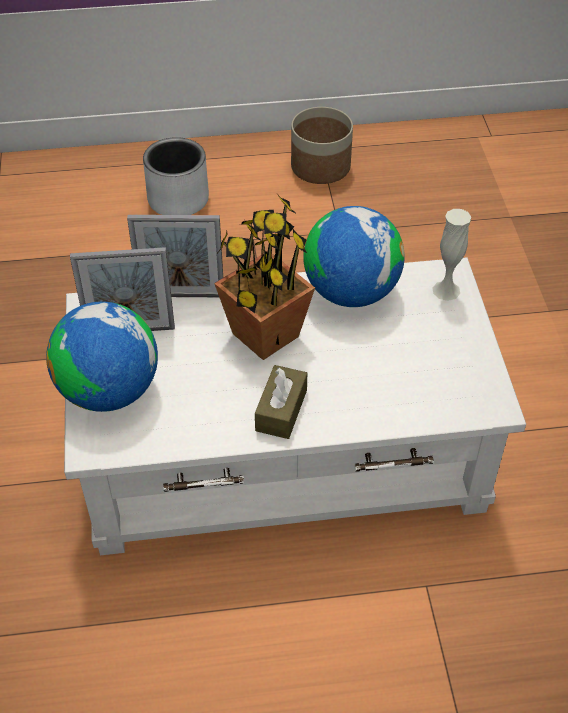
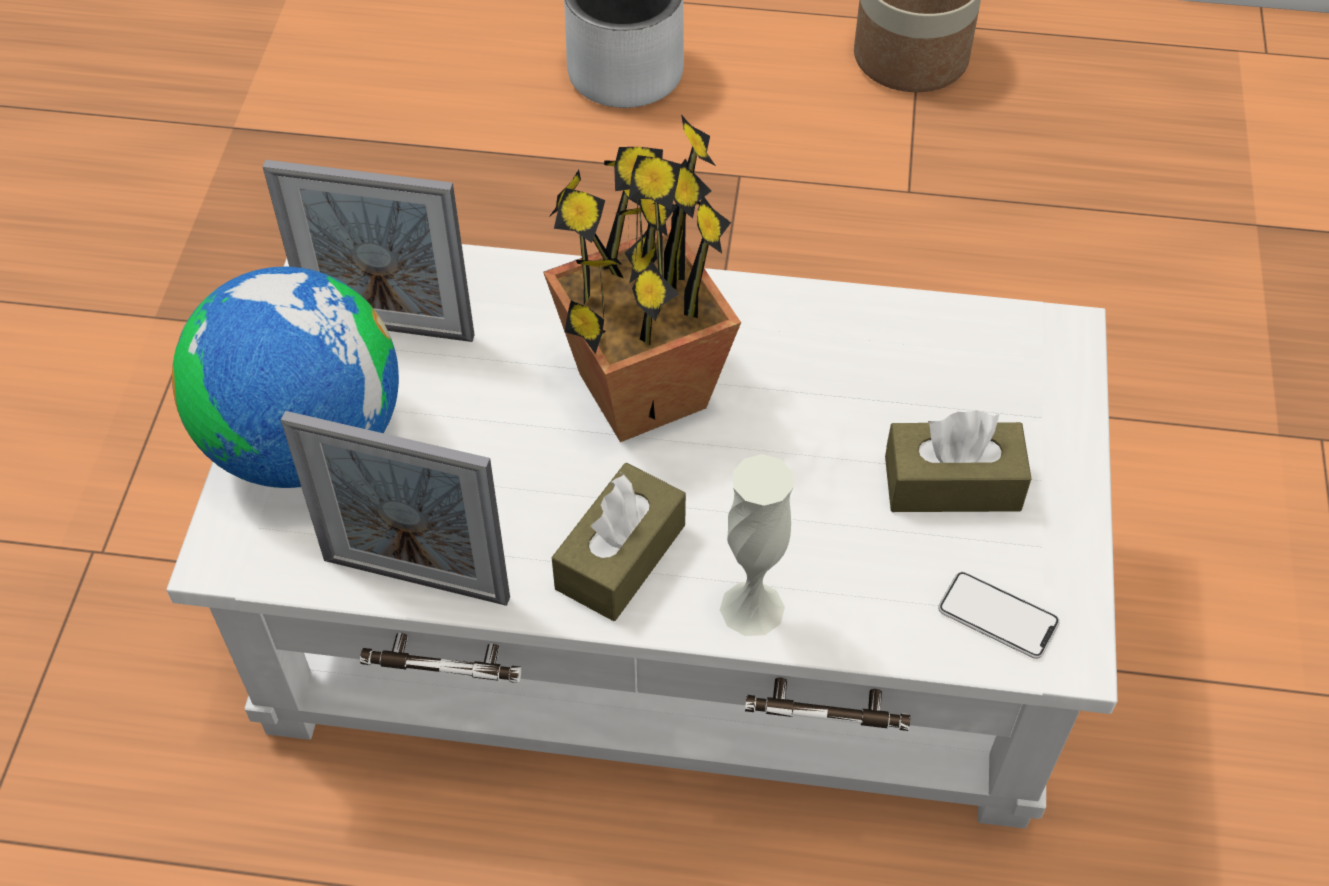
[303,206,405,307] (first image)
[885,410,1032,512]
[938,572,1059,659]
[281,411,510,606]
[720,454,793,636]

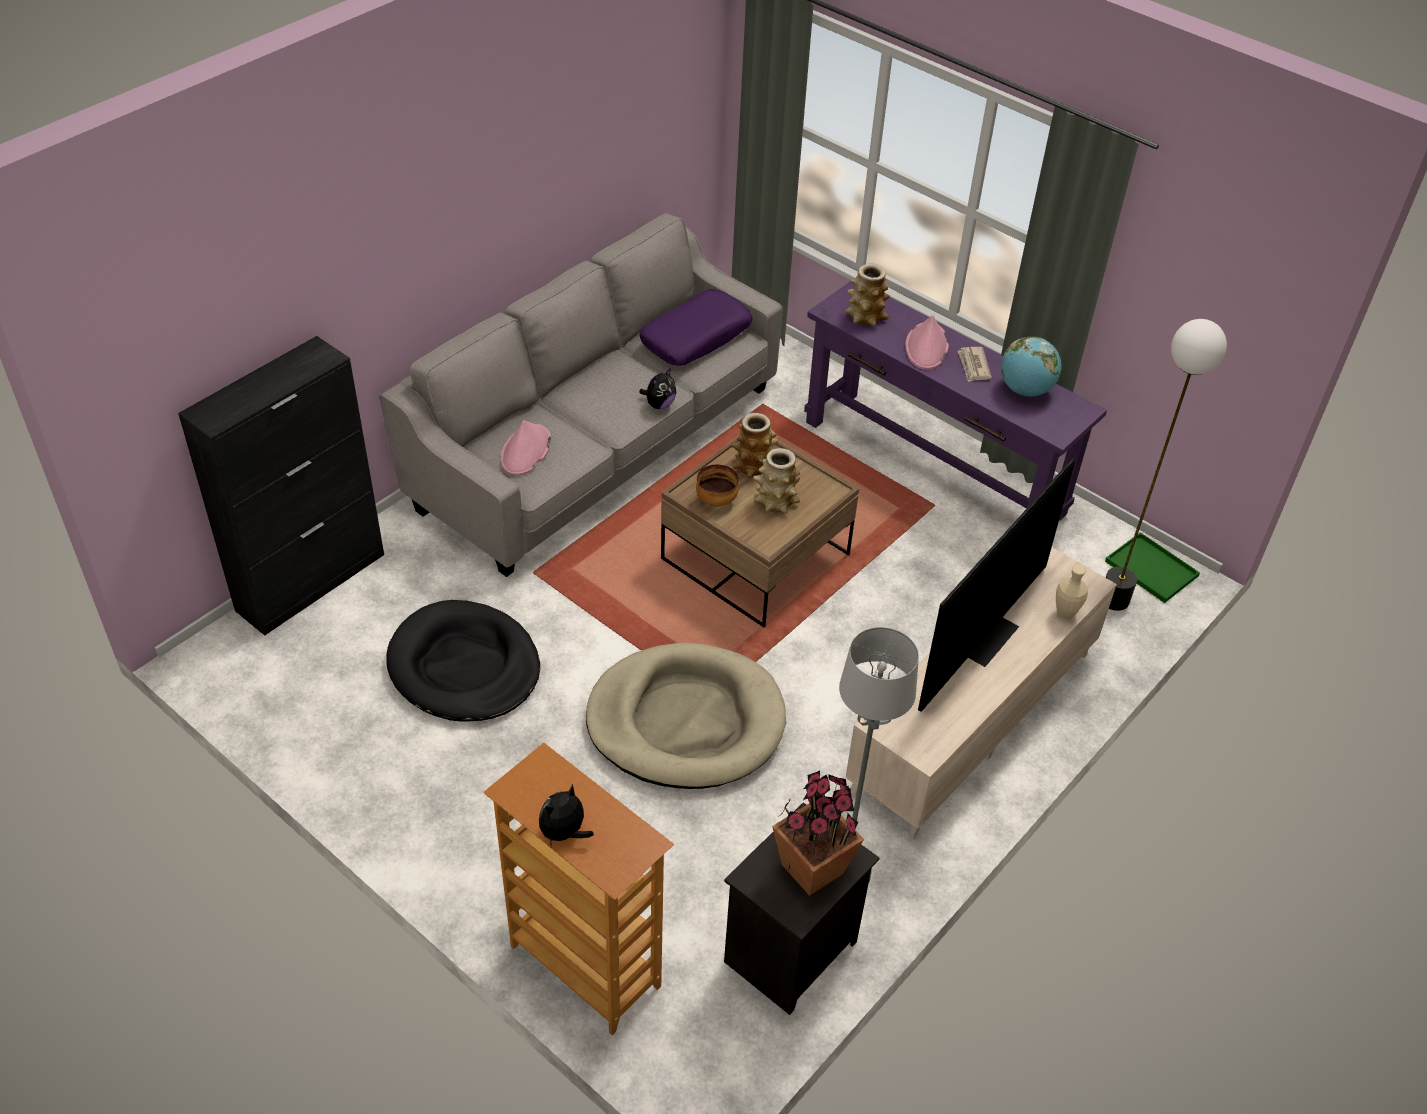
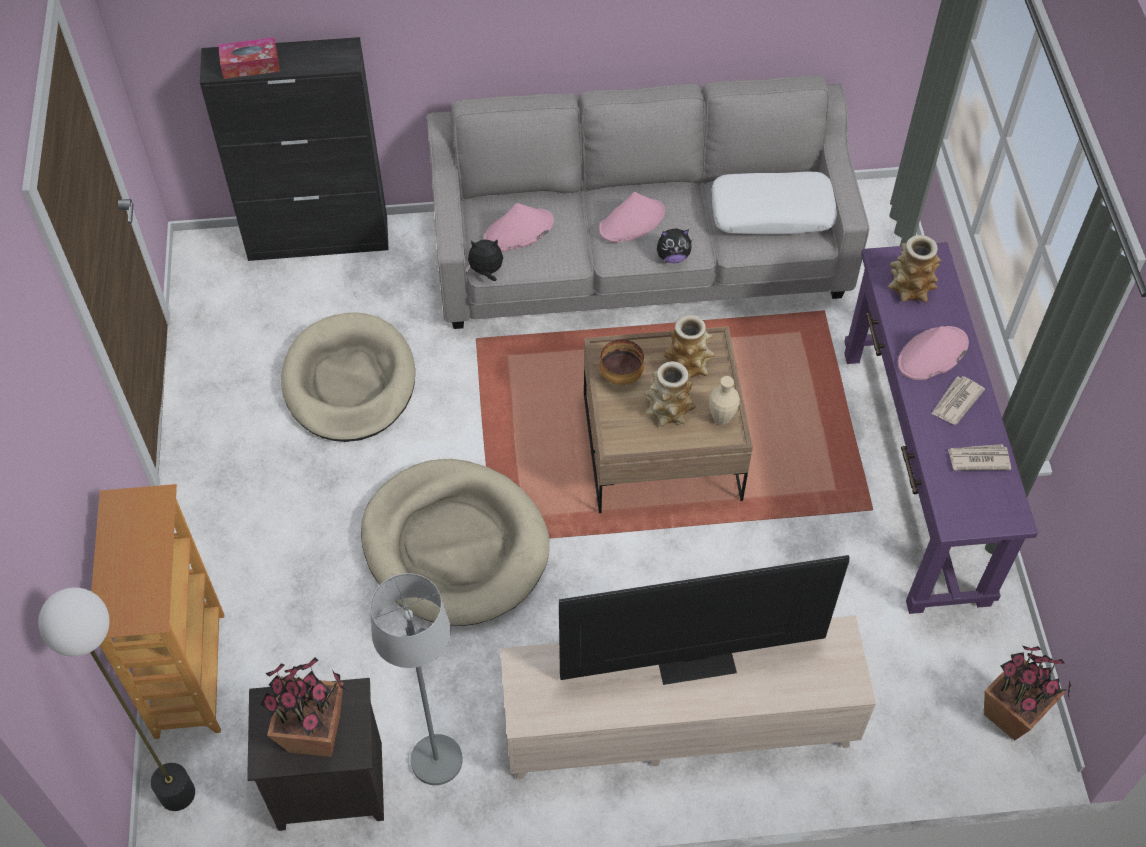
[218,37,280,79]
[599,192,665,243]
[465,239,503,281]
[709,376,740,425]
[38,587,195,811]
[947,444,1011,471]
[984,646,1071,741]
[281,312,415,442]
[711,172,837,235]

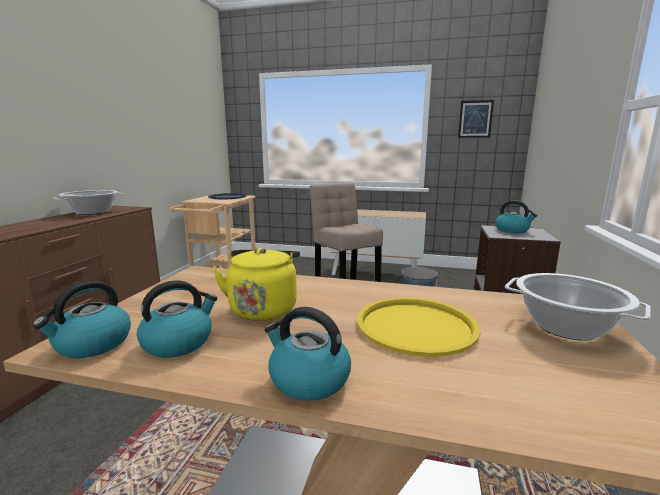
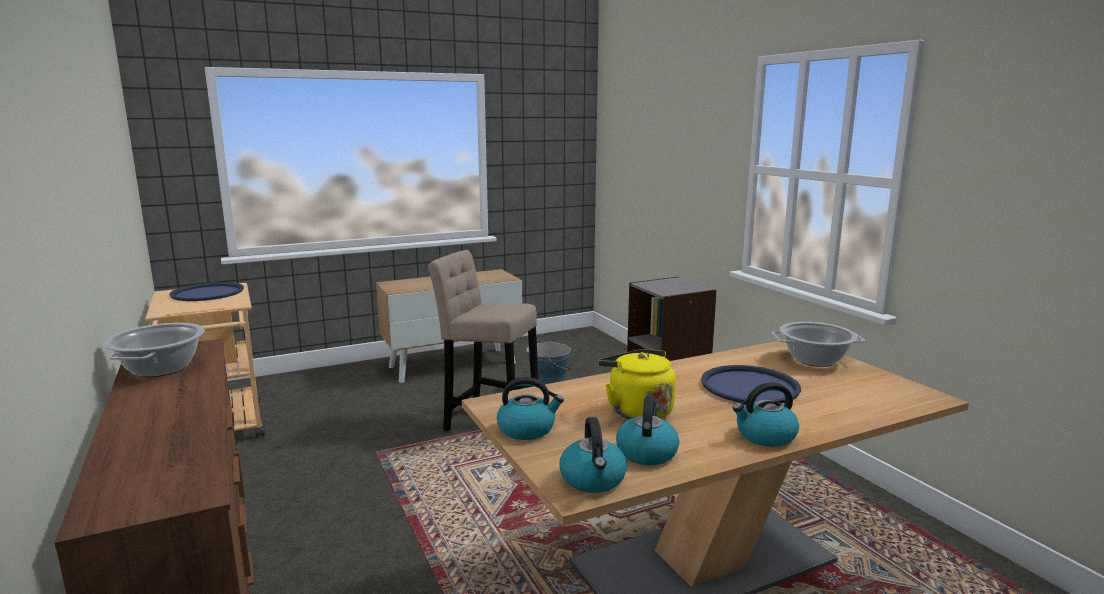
[458,100,494,138] (first image)
[497,377,564,440]
[701,365,801,404]

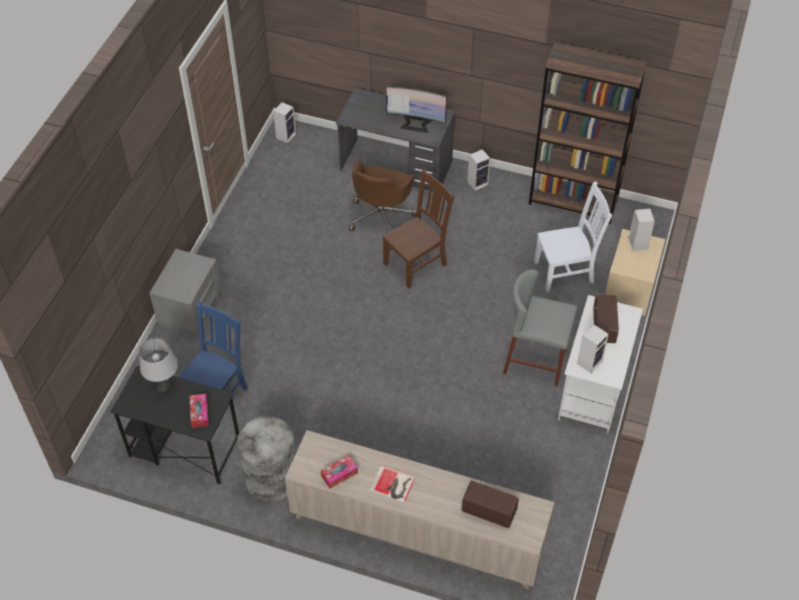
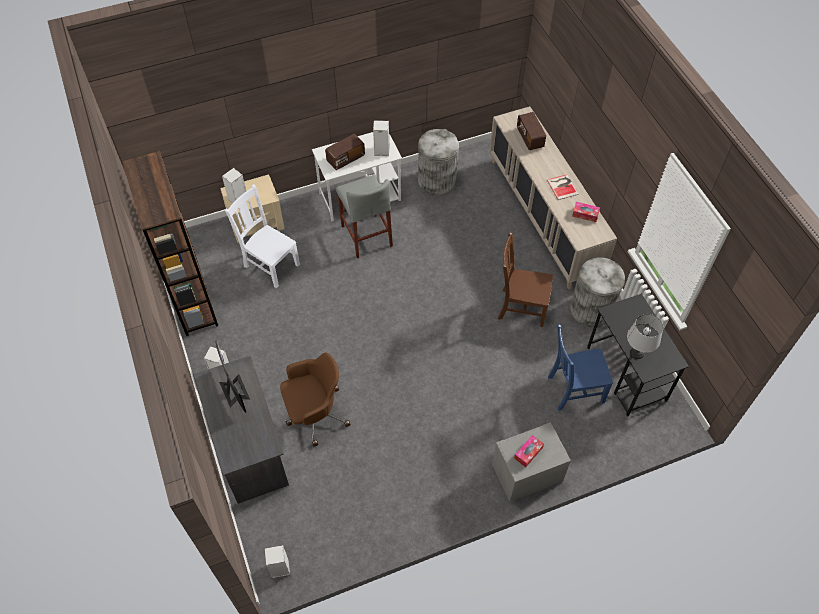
[418,129,459,196]
[514,435,544,467]
[498,232,553,327]

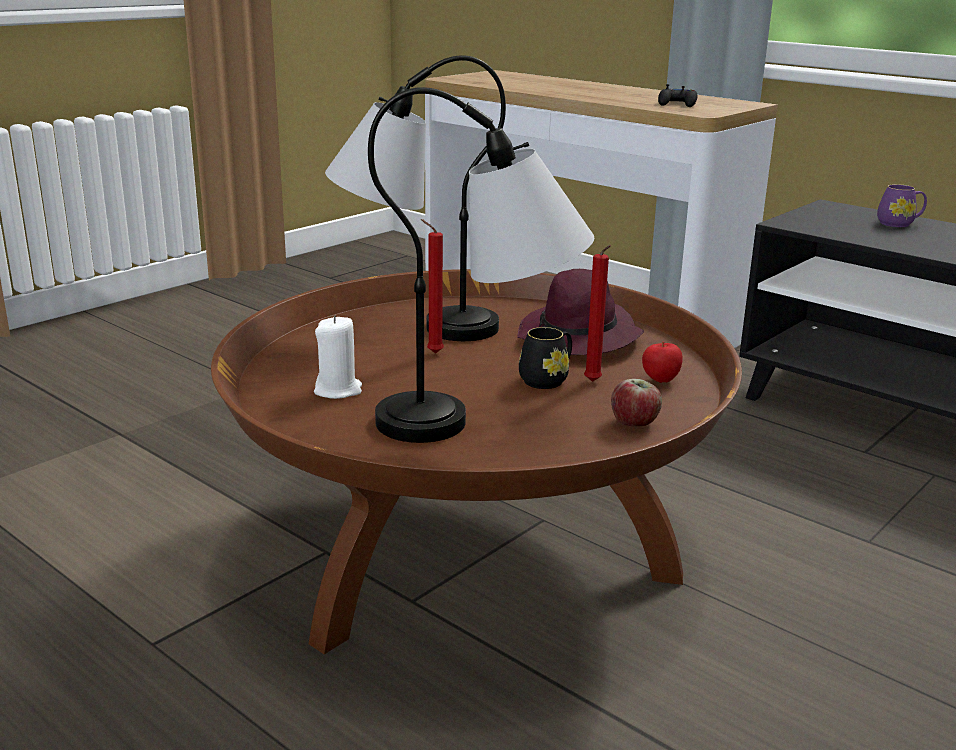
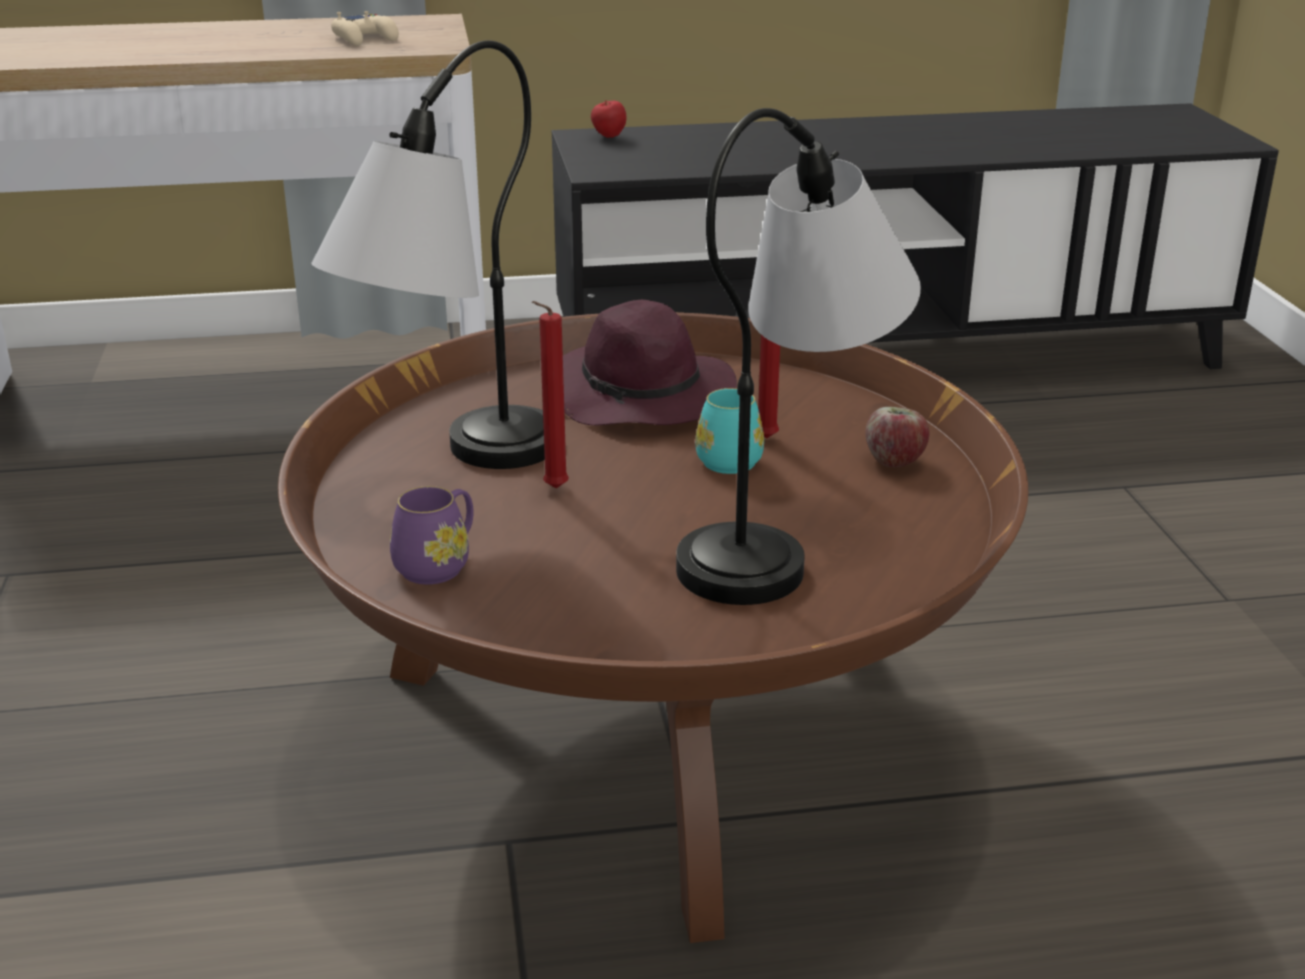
[314,315,362,399] (first image)
[591,100,626,138]
[390,486,473,585]
[695,388,764,474]
[331,11,399,46]

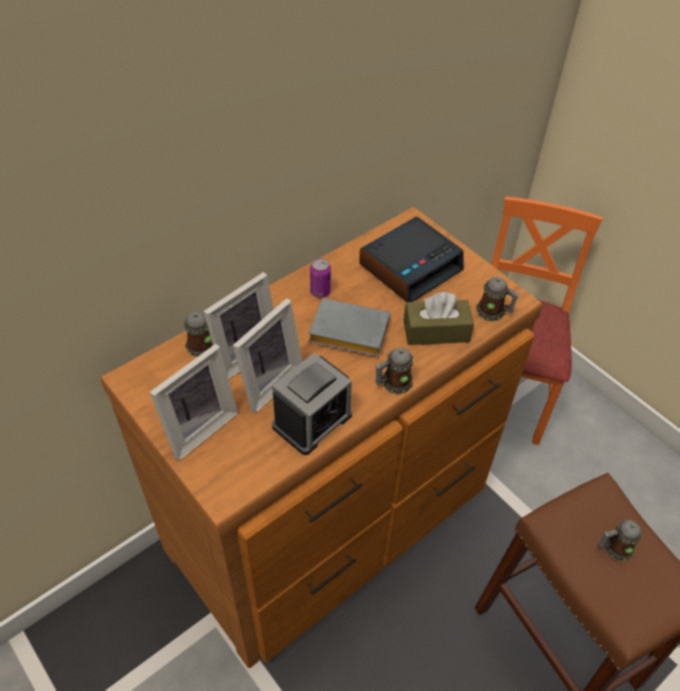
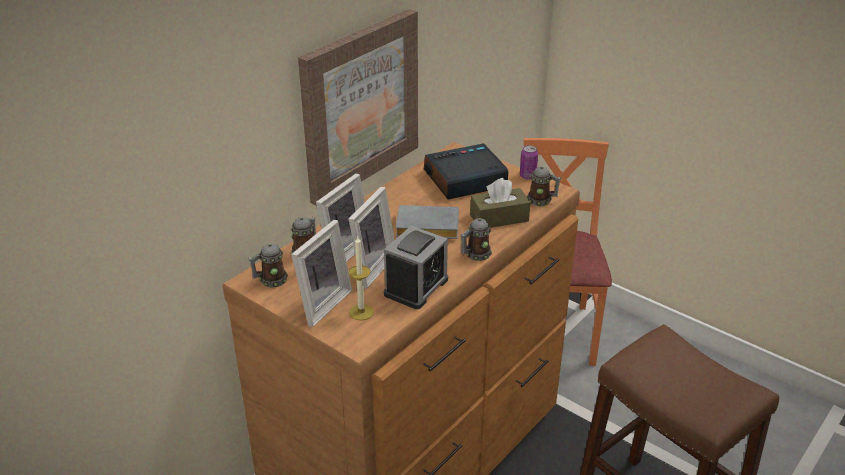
[298,9,418,206]
[348,237,374,320]
[520,145,538,180]
[248,243,288,288]
[424,143,508,199]

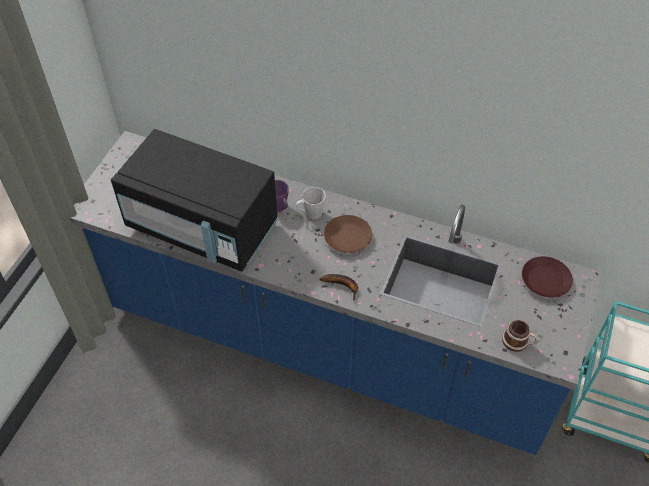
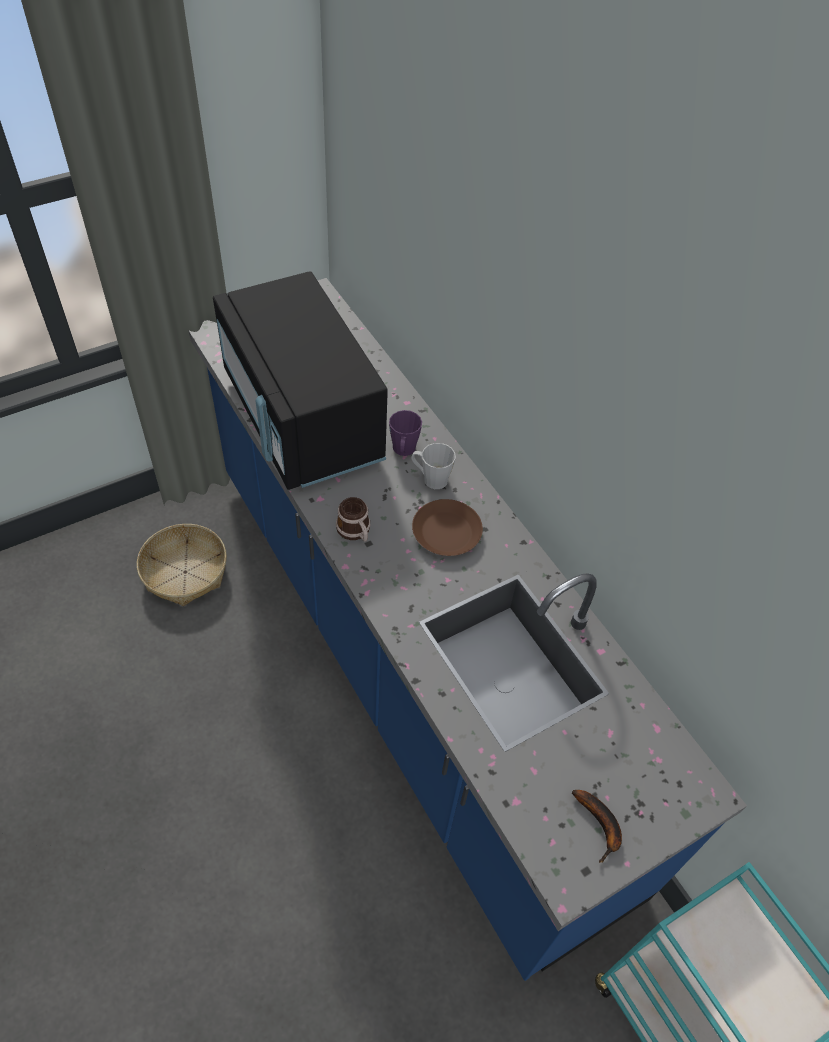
[522,256,573,298] (first image)
[137,524,227,606]
[572,790,622,863]
[336,497,370,541]

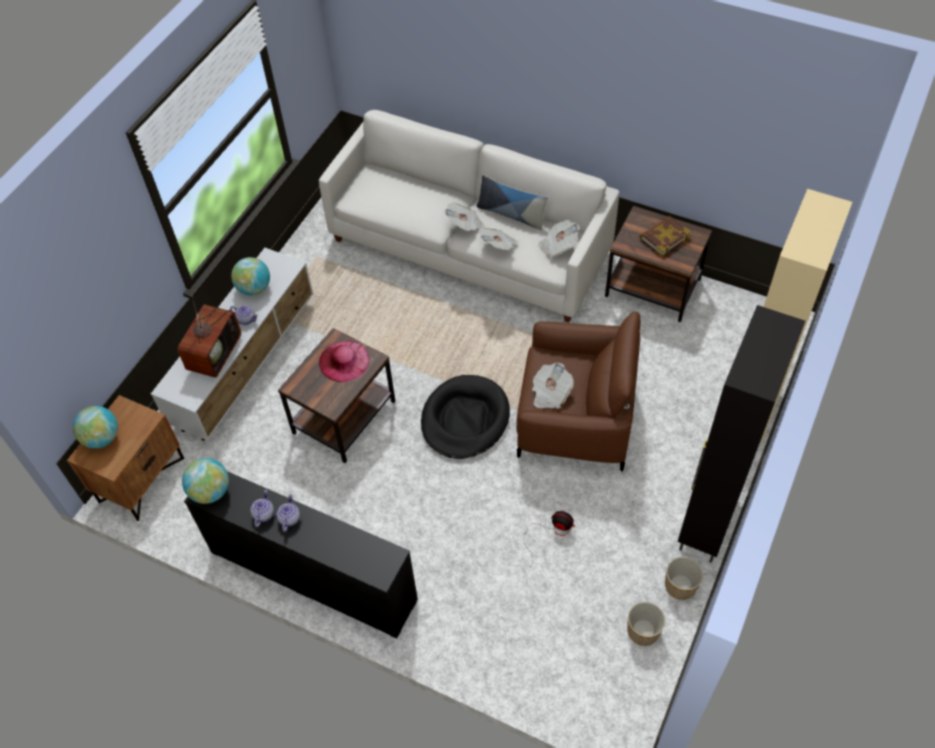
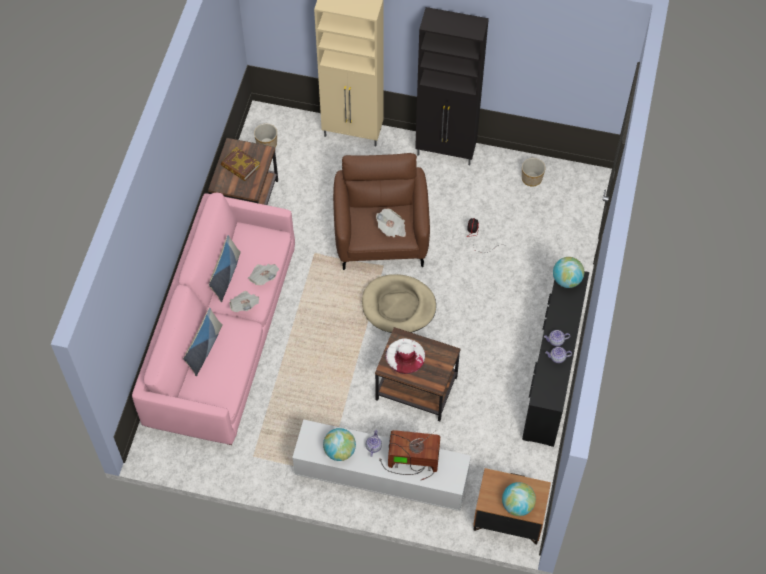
[538,220,580,257] (first image)
[183,308,223,376]
[553,257,584,288]
[254,123,277,148]
[132,193,295,445]
[385,339,425,374]
[362,274,436,333]

